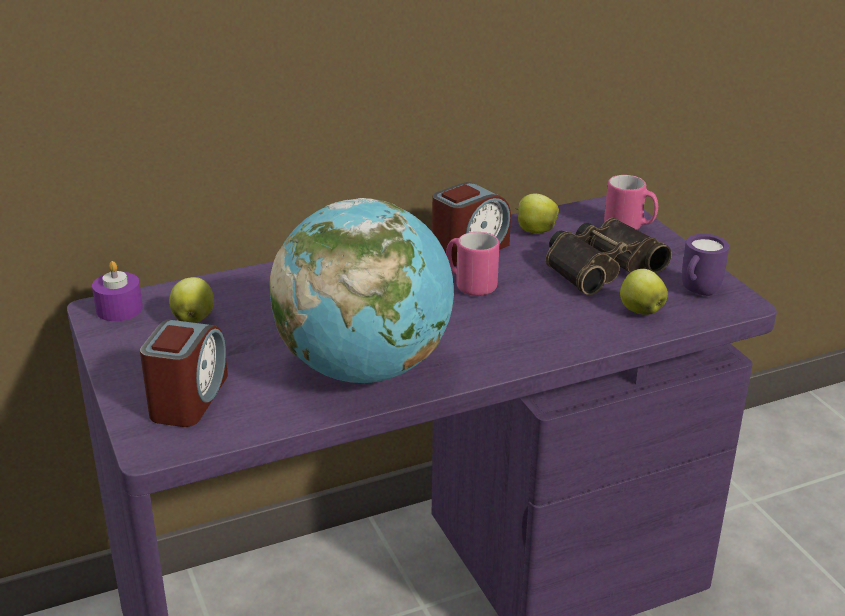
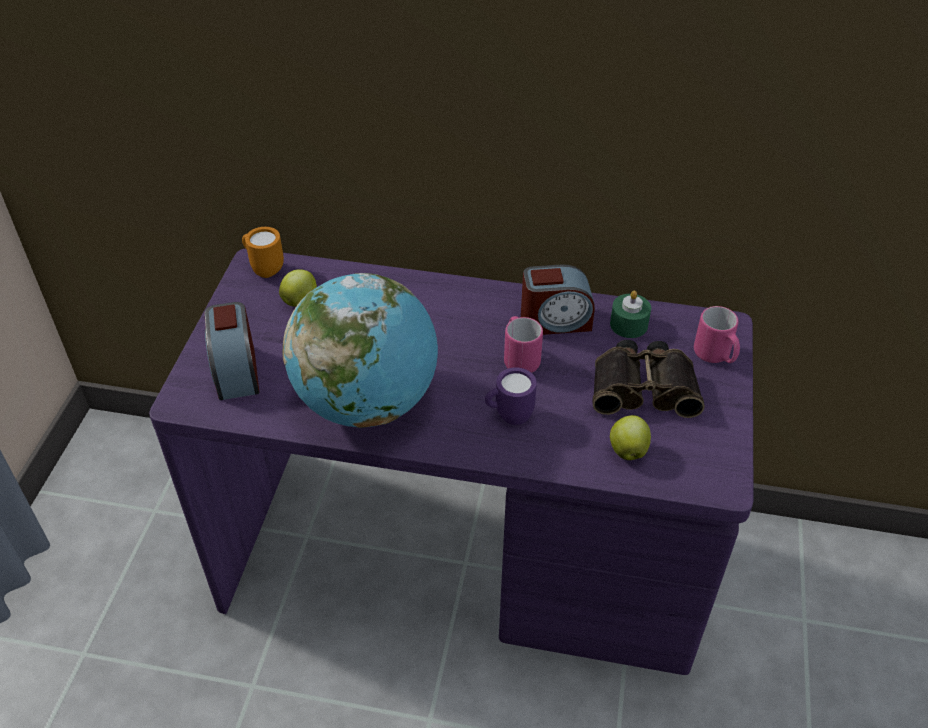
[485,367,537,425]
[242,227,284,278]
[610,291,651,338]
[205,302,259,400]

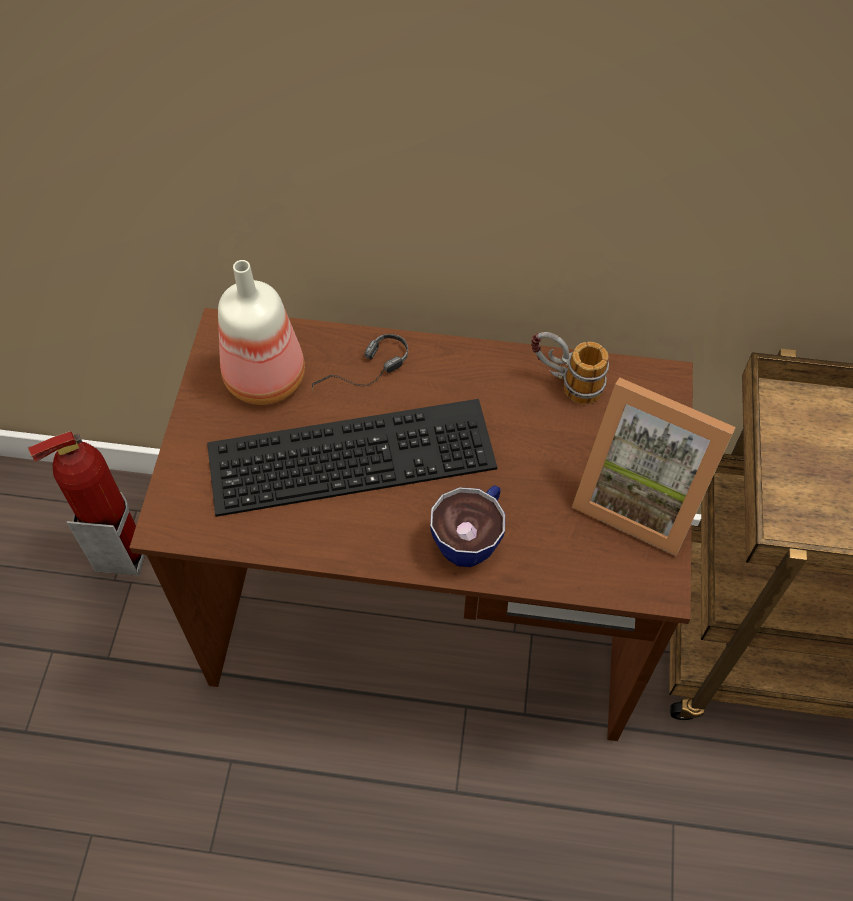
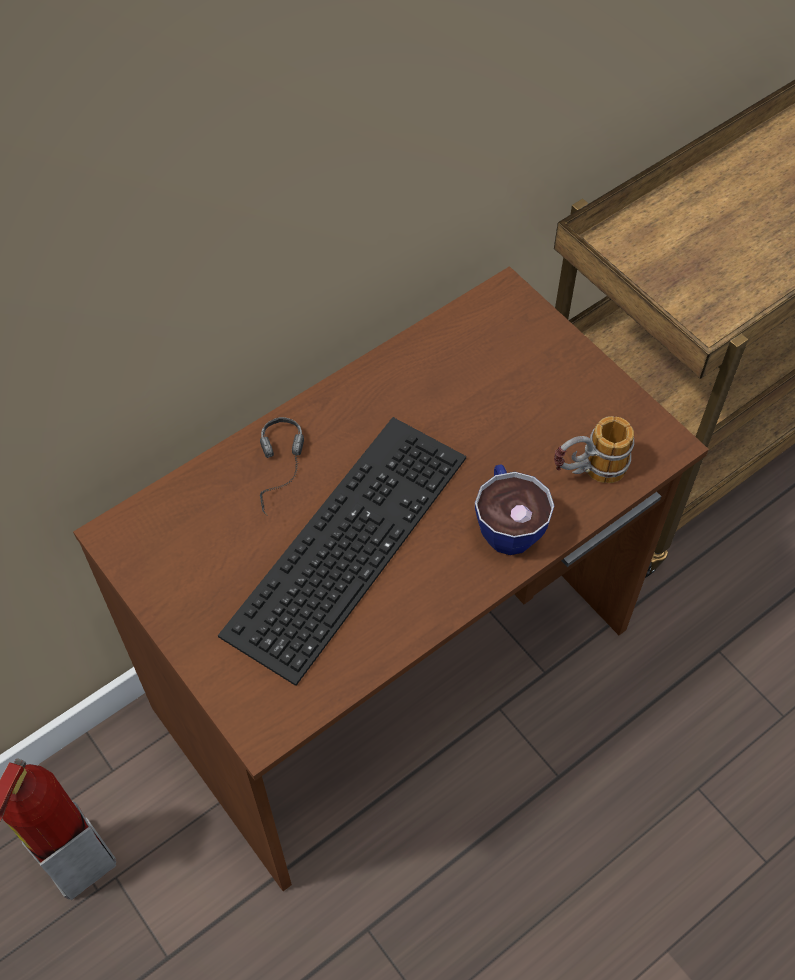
[218,260,305,405] (first image)
[572,378,736,556] (first image)
[554,416,634,483]

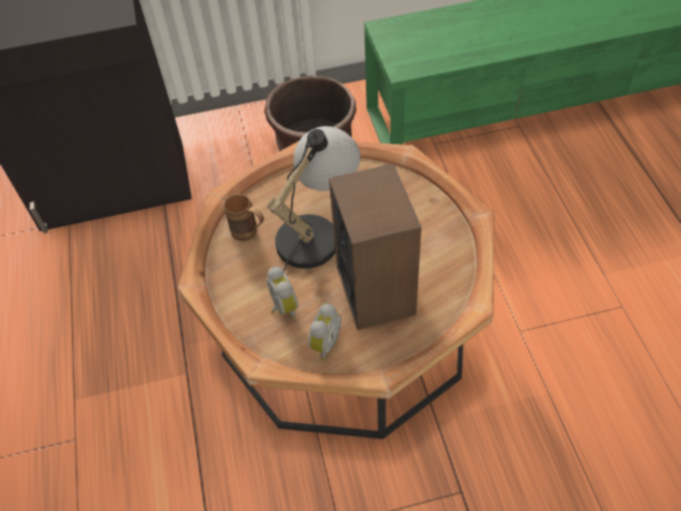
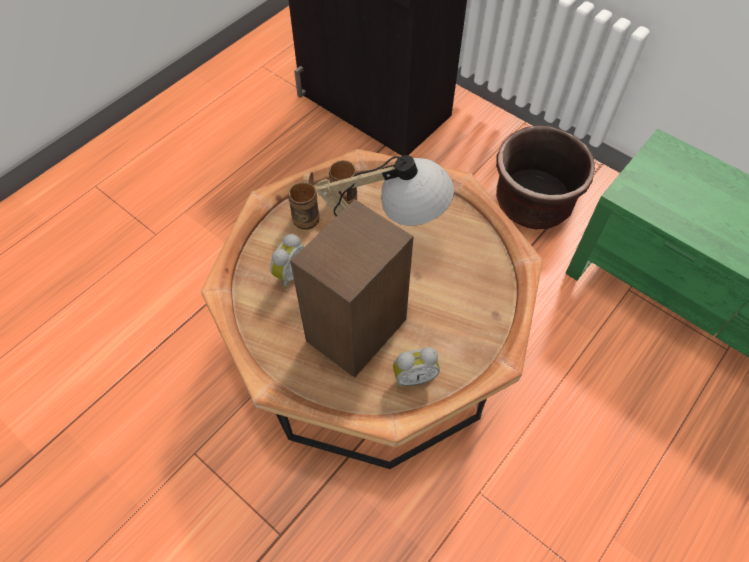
[288,171,319,230]
[393,347,440,387]

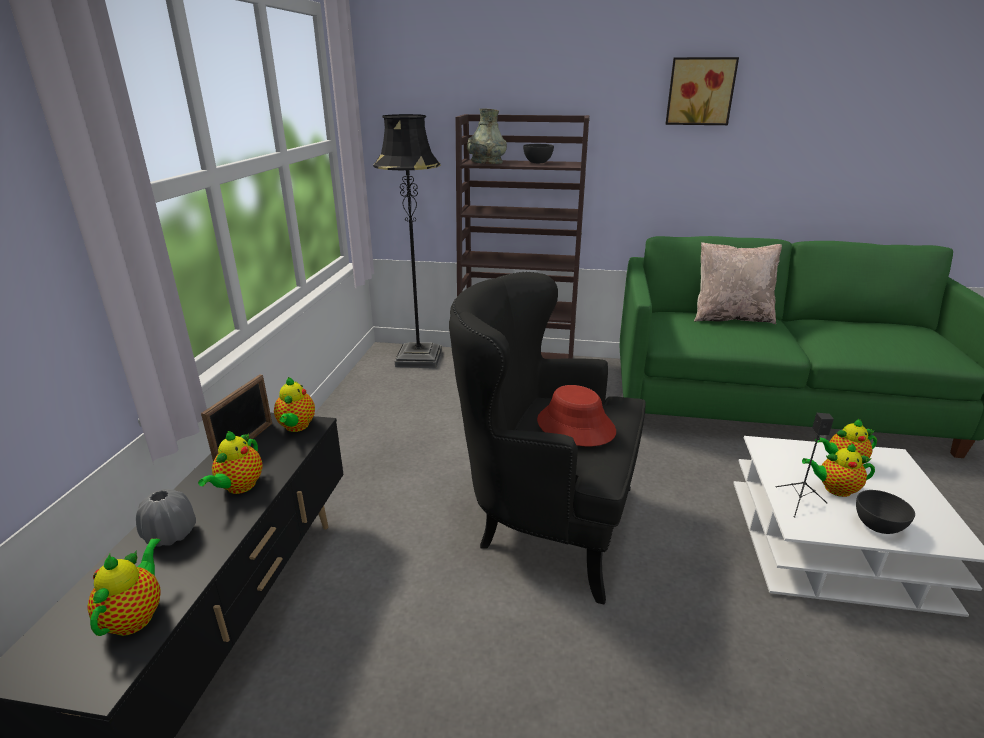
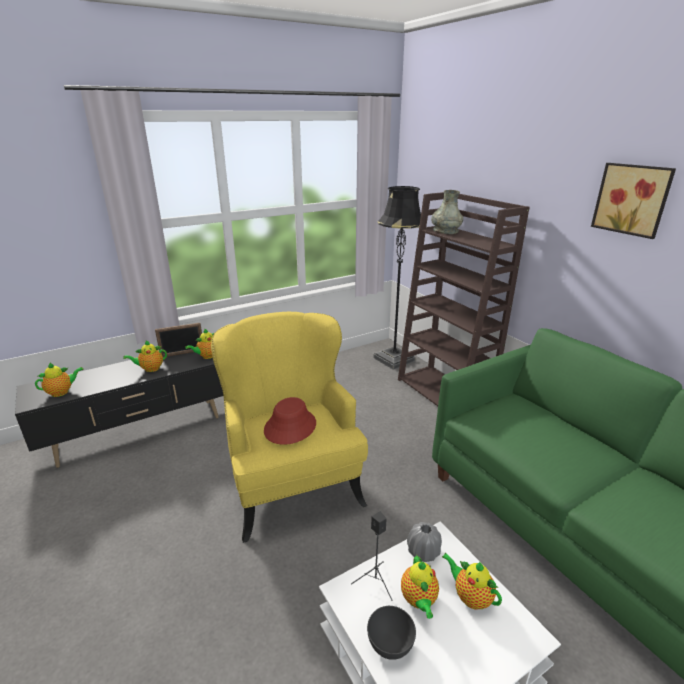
[523,144,554,163] (first image)
[694,242,782,324] (first image)
[407,522,442,562]
[211,312,368,543]
[401,554,439,619]

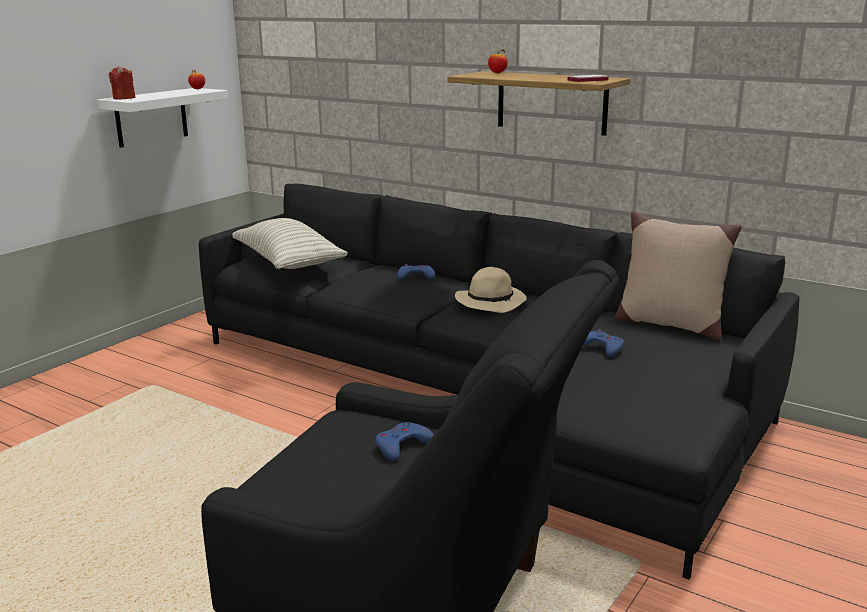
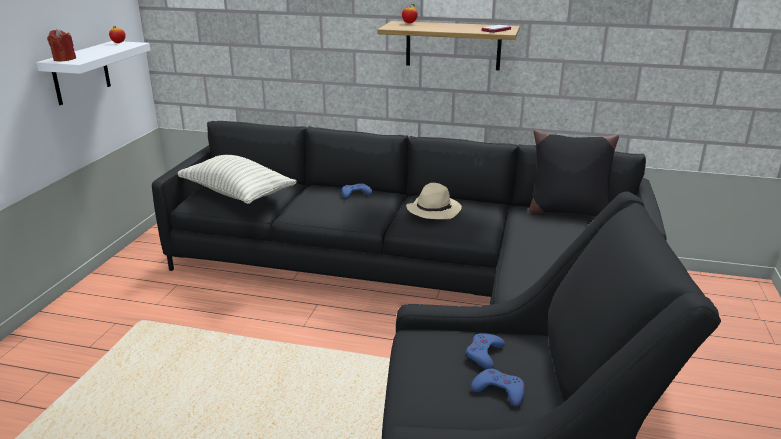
[471,368,525,407]
[529,130,619,217]

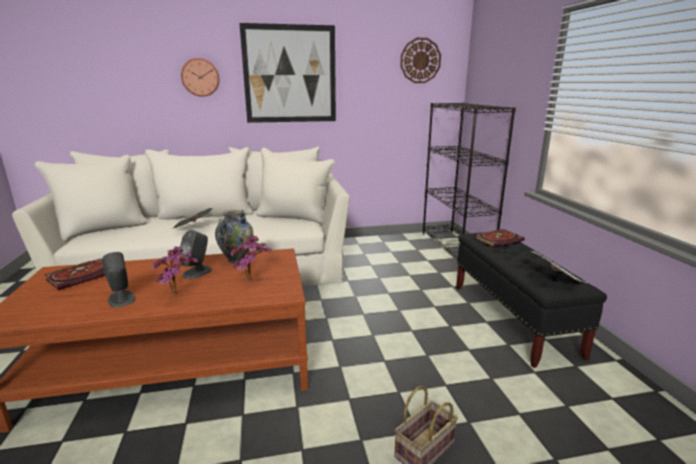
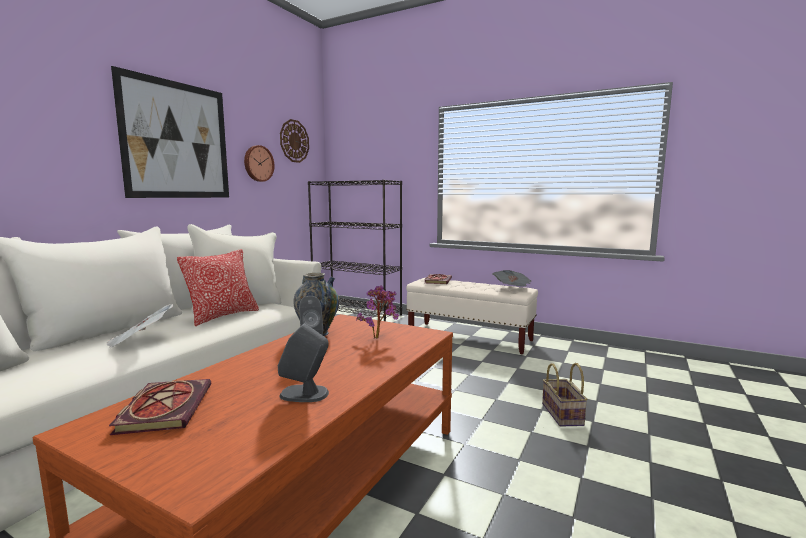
[152,246,198,294] (first image)
[177,249,259,326]
[244,145,275,182]
[406,278,538,354]

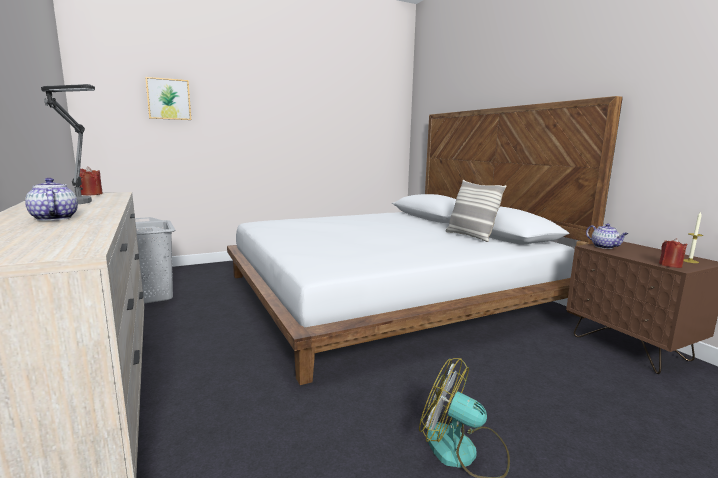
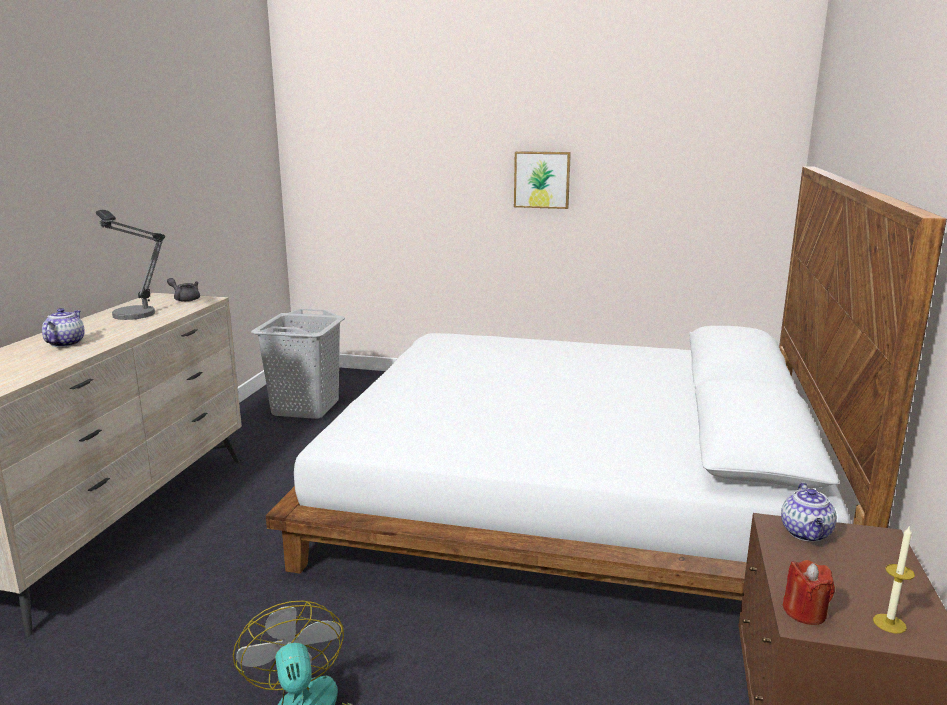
[446,180,506,242] (first image)
[514,151,571,209]
[167,278,200,302]

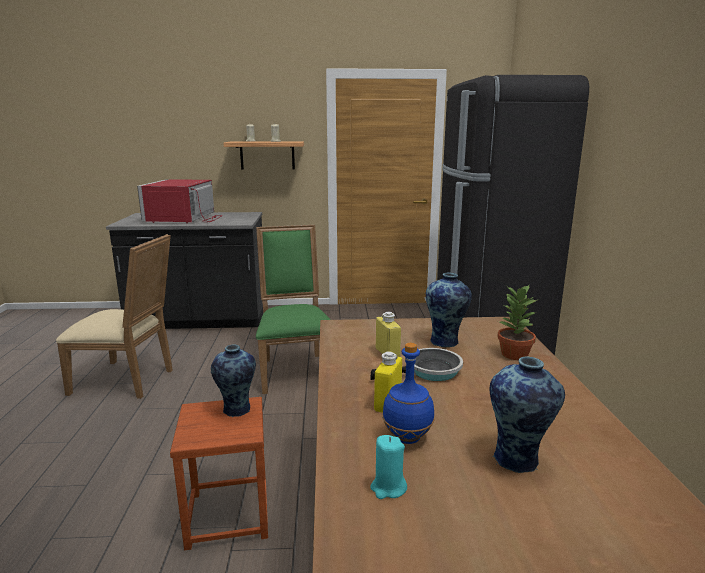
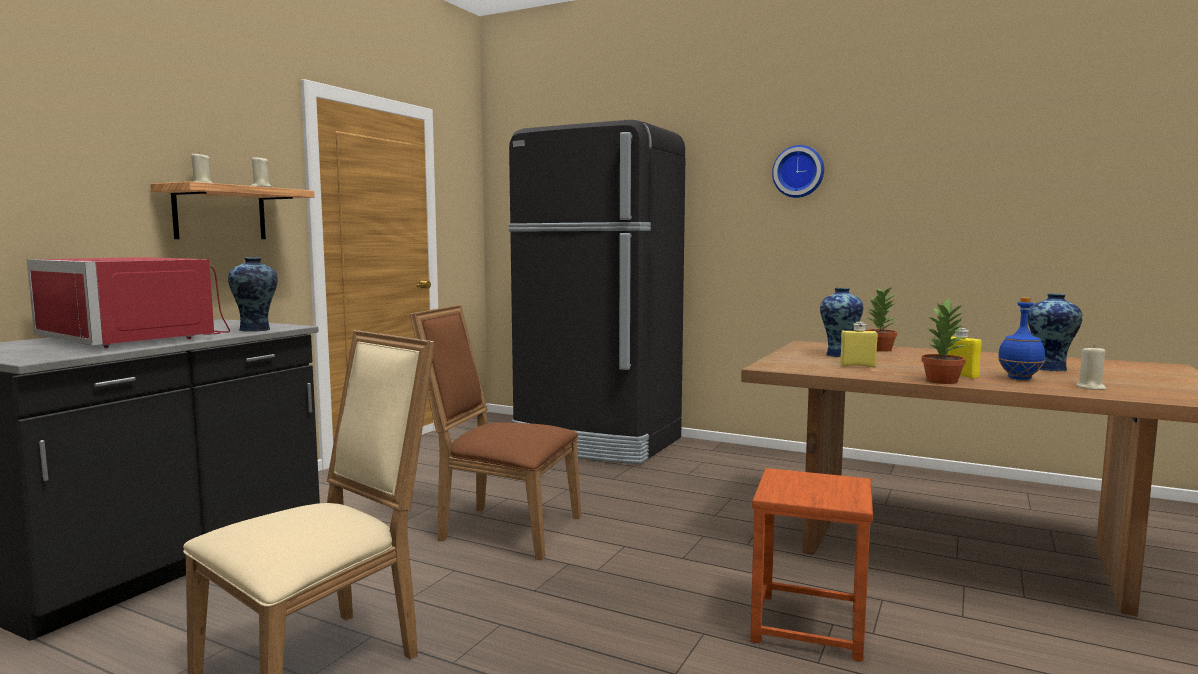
[370,348,463,381] (first image)
[772,145,824,198]
[922,298,966,384]
[228,257,278,332]
[410,305,581,560]
[1077,345,1106,390]

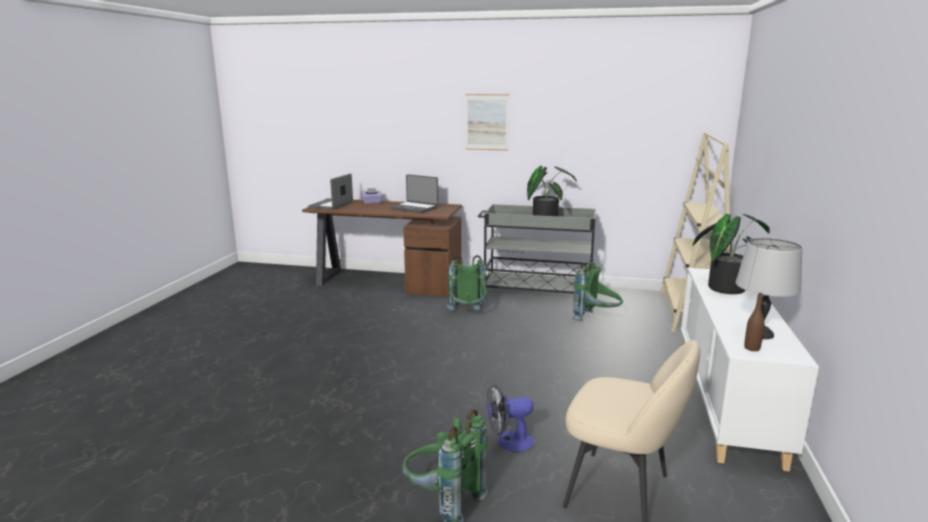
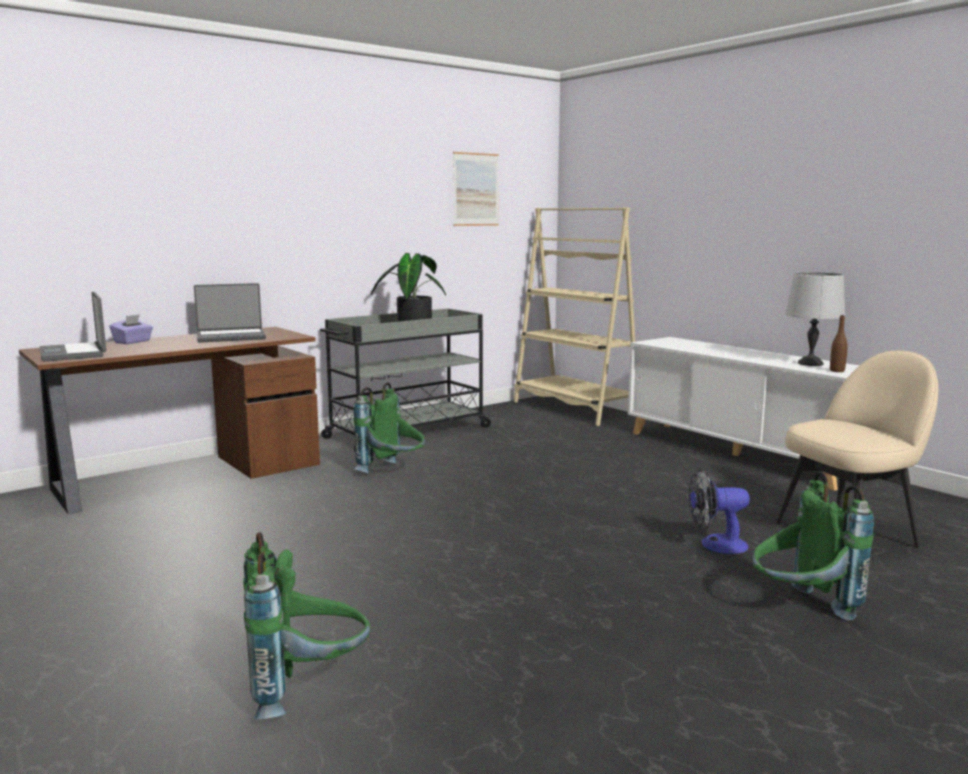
[693,214,770,294] (first image)
[453,152,499,226]
[243,532,370,719]
[689,469,750,554]

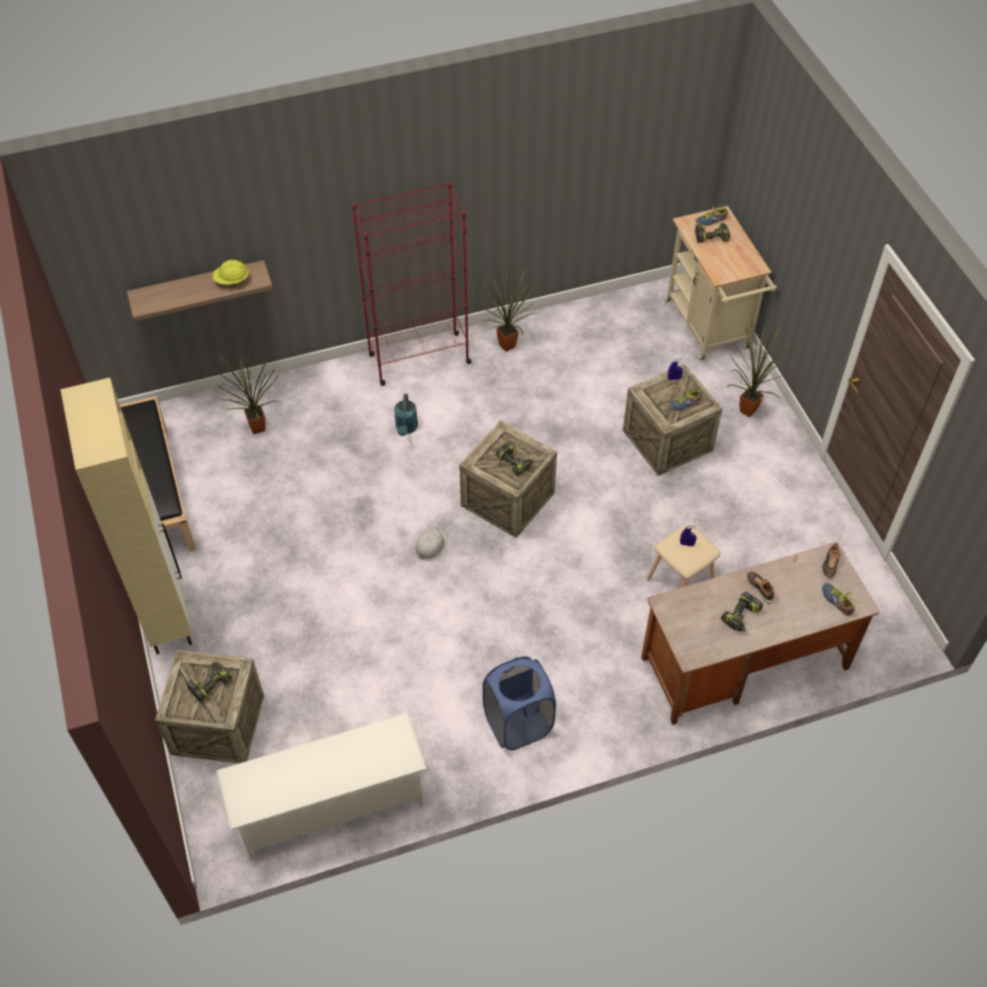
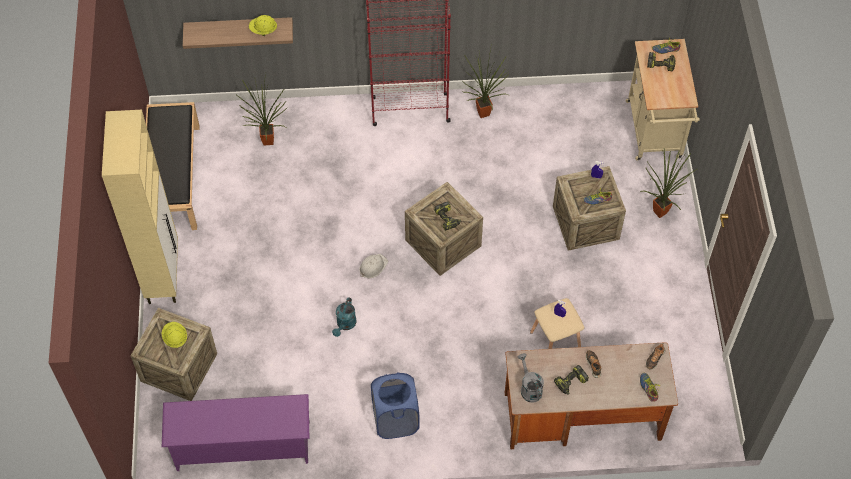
[518,353,544,403]
[332,297,356,337]
[162,322,187,348]
[162,394,310,471]

